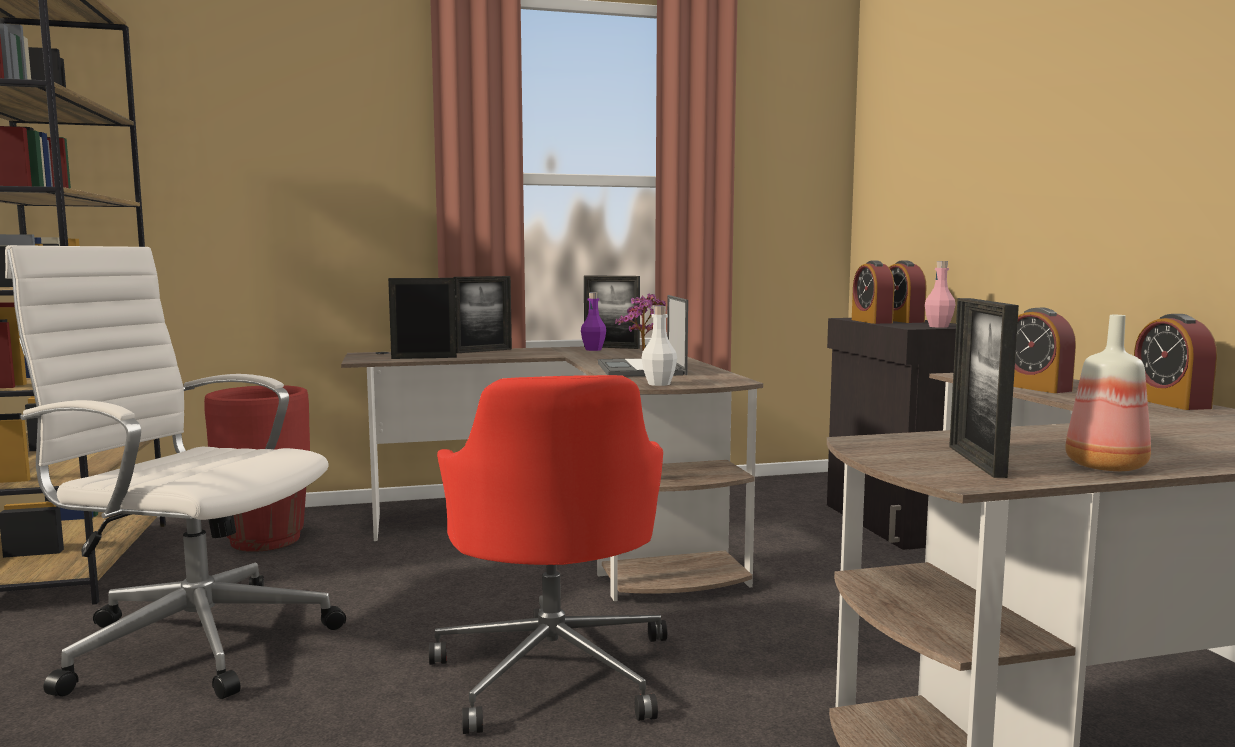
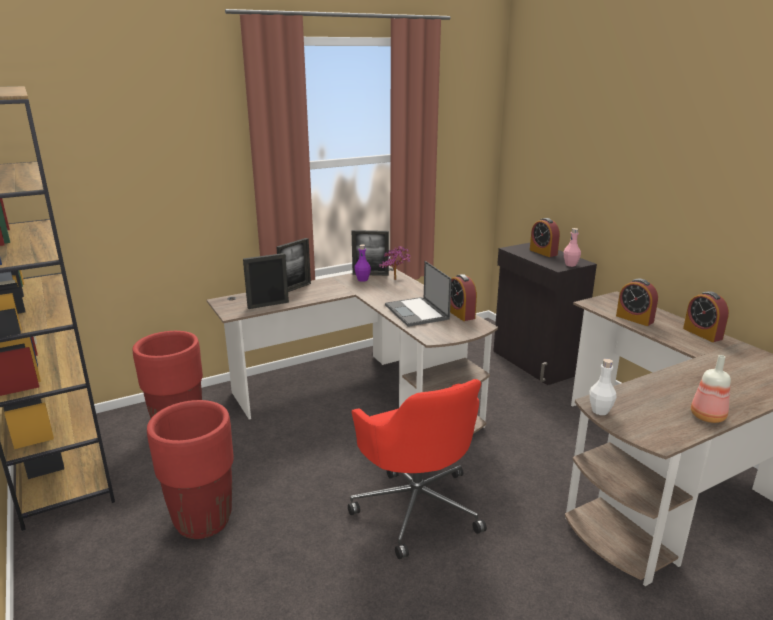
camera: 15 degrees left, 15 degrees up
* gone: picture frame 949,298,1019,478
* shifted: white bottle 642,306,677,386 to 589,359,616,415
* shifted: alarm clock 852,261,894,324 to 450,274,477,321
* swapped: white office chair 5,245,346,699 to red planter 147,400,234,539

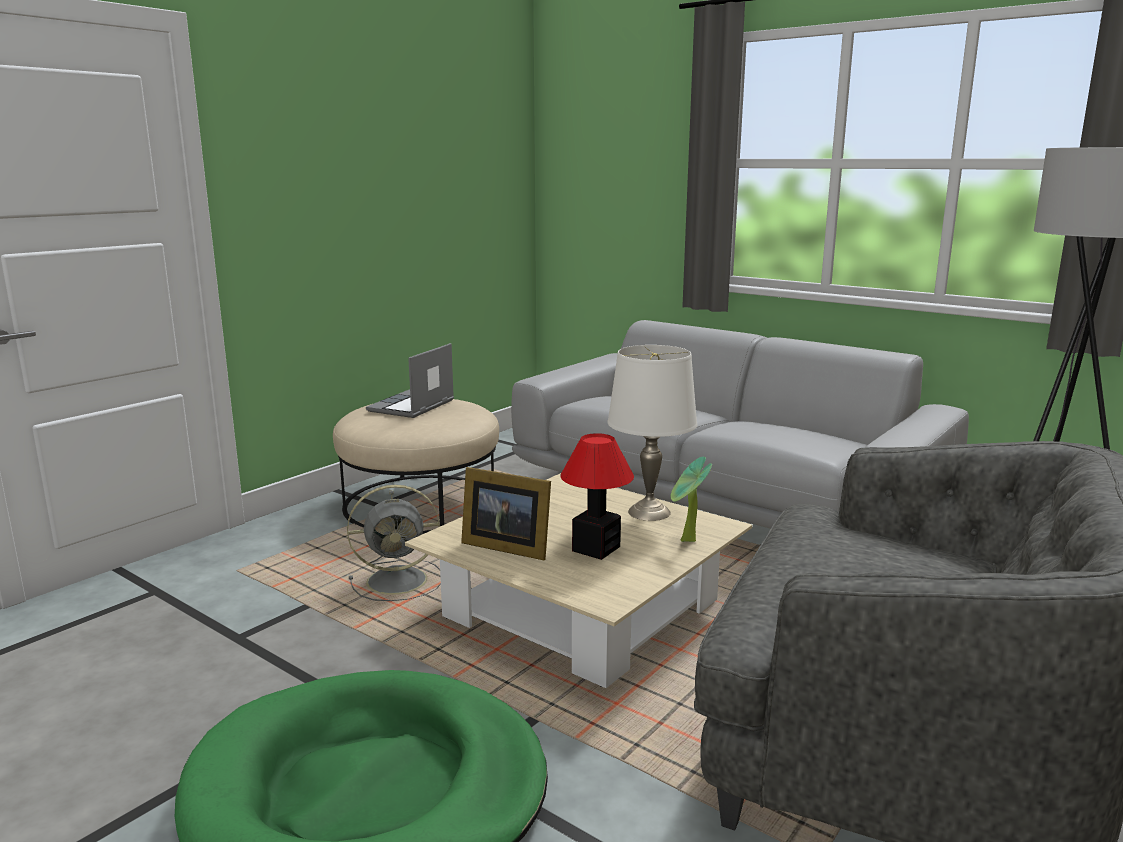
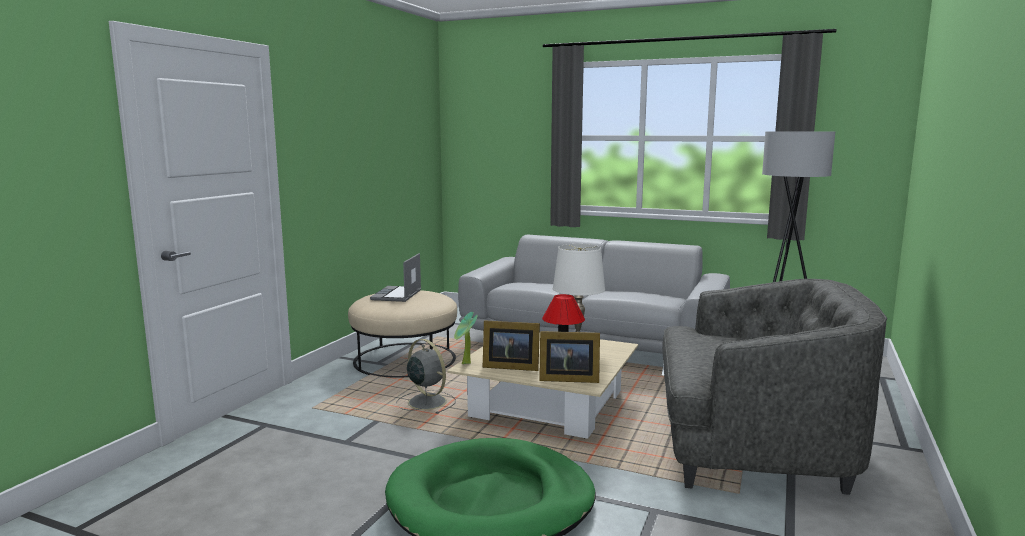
camera: 15 degrees left, 5 degrees down
* new: picture frame 539,331,600,383
* shifted: potted plant 670,457,712,542 to 454,312,478,364
* rotated: grey fan 347,485,441,601 = 396,339,456,414 105 degrees counterclockwise

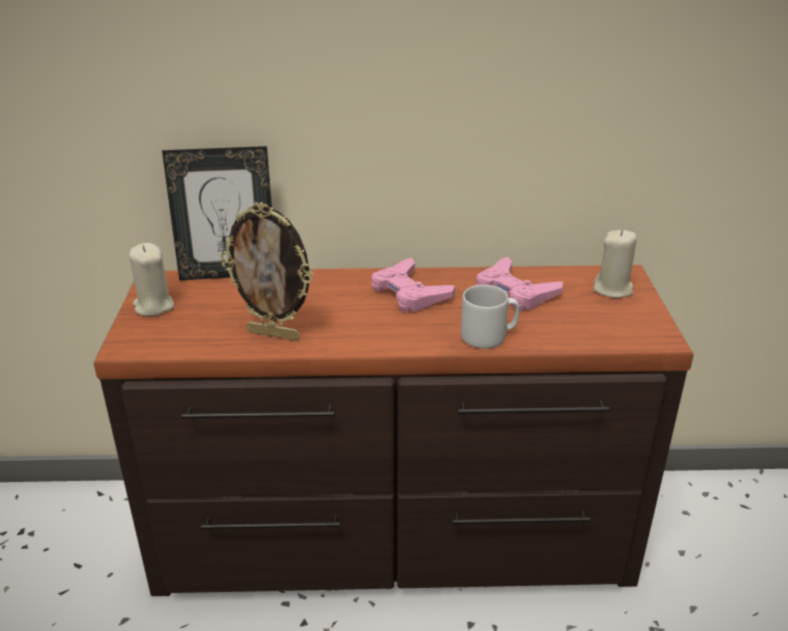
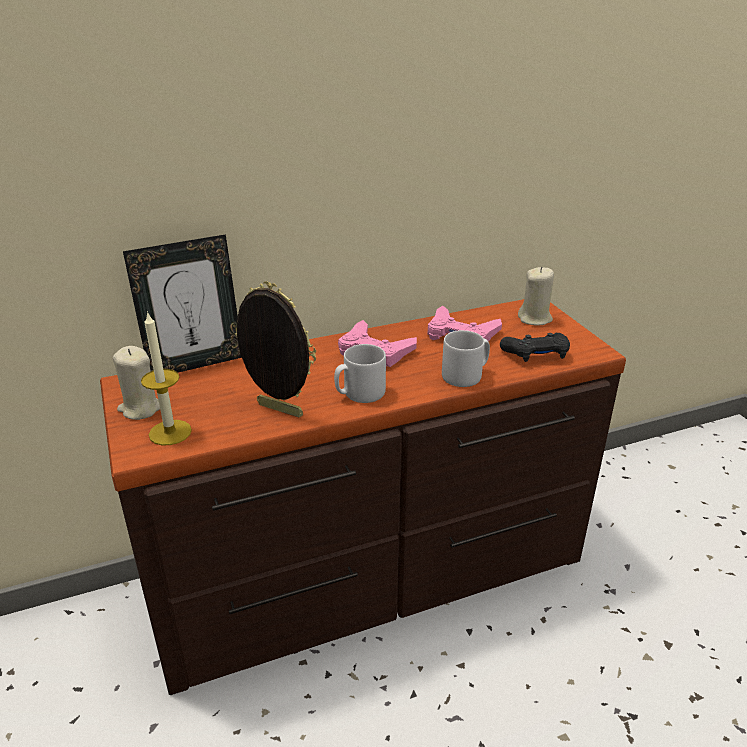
camera: 20 degrees left, 0 degrees up
* new: candle 141,311,192,445
* new: grey mug 334,344,386,403
* new: black game controller 500,333,570,362
* rotated: picture frame 221,202,314,341 = 235,281,316,417 150 degrees counterclockwise

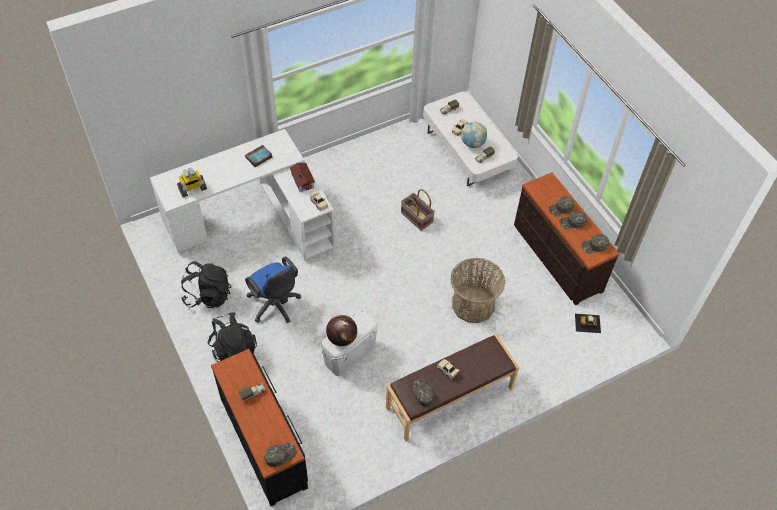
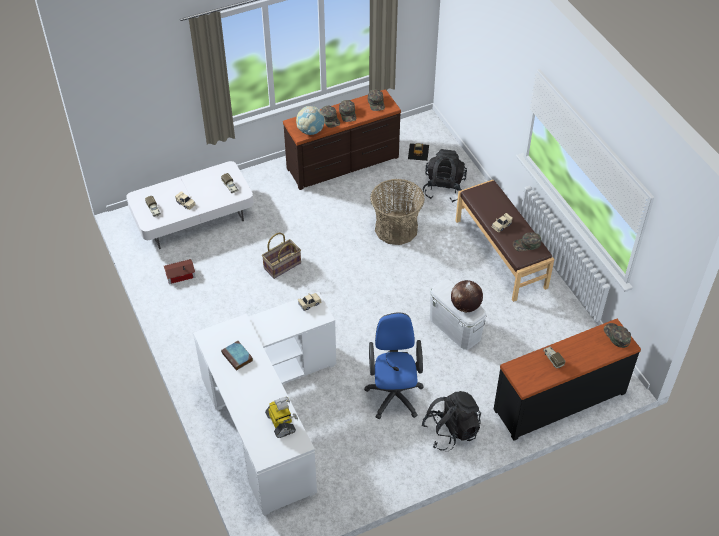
camera: 85 degrees left, 5 degrees down
* shifted: black backpack 181,261,231,308 to 423,149,467,203
* shifted: toy house 289,163,315,192 to 164,259,196,284
* shifted: globe 461,121,487,148 to 296,106,325,135
* rotated: blue office chair 245,257,301,323 = 364,312,424,419 60 degrees counterclockwise

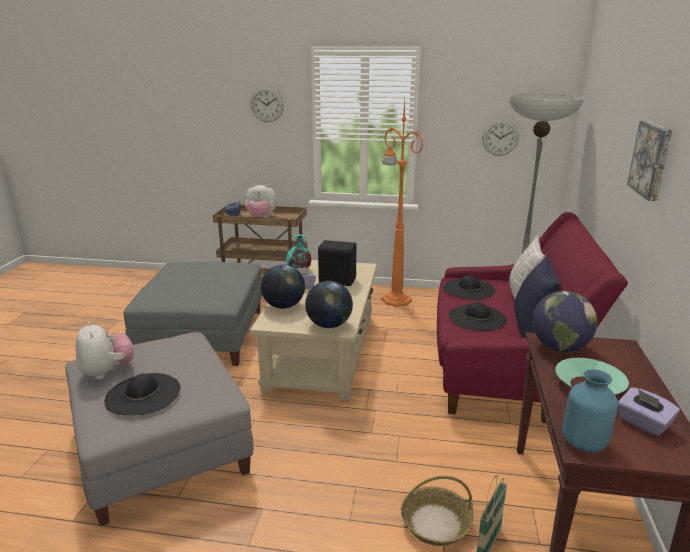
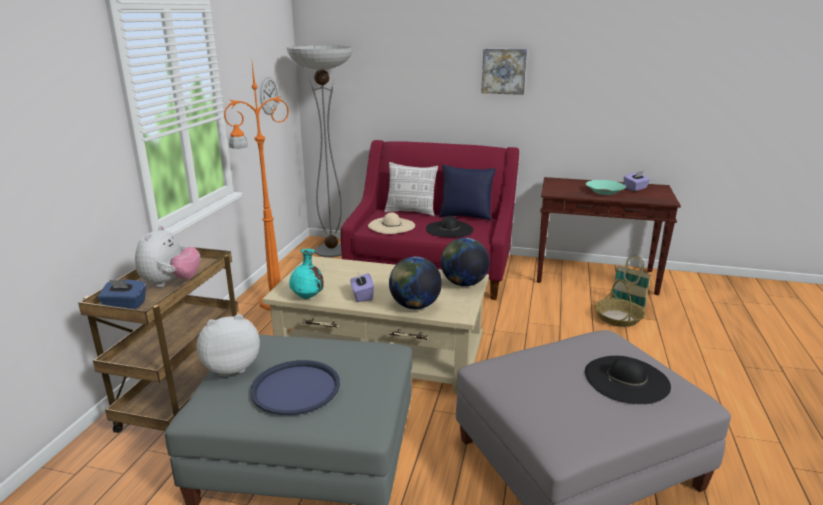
camera: 85 degrees left, 0 degrees up
* gone: wall clock 251,87,284,122
* gone: black speaker 318,240,356,286
* gone: globe 532,291,597,352
* gone: blue vase 562,369,618,452
* new: blue tray 250,360,340,415
* shifted: plush toy 76,321,134,379 to 197,314,260,377
* repainted: black hat 443,275,495,300 to beige hat 368,212,415,234

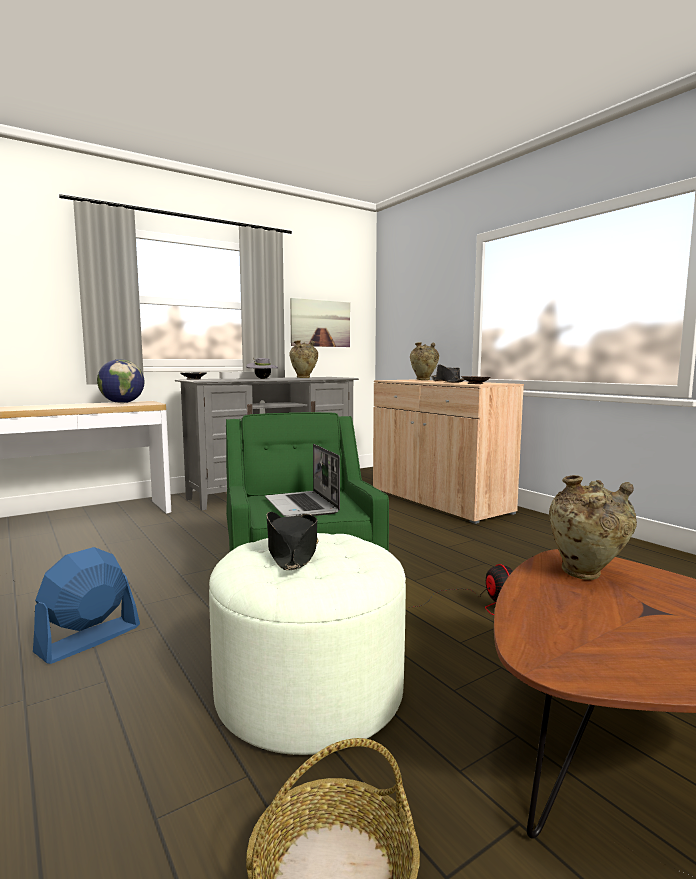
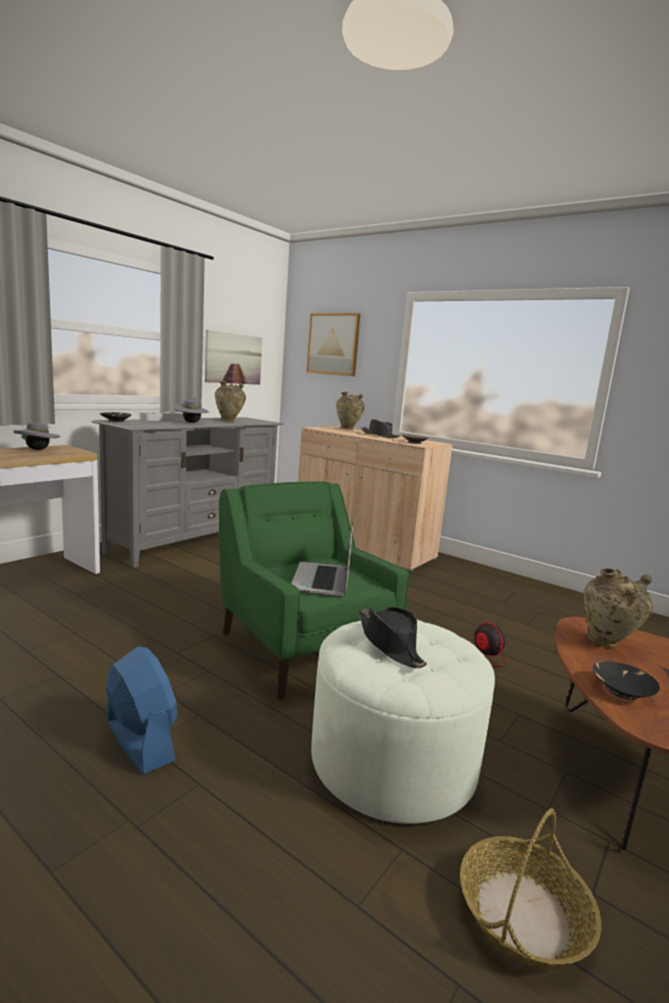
camera: 20 degrees left, 5 degrees up
* new: picture 306,313,360,376
* new: black bowl 592,661,660,700
* swapped: globe 97,359,144,403 to grey hat 14,423,61,450
* rotated: blue fan 33,547,140,664 = 106,647,177,775 120 degrees clockwise
* rotated: laptop 265,444,340,517 = 291,522,353,597 45 degrees clockwise

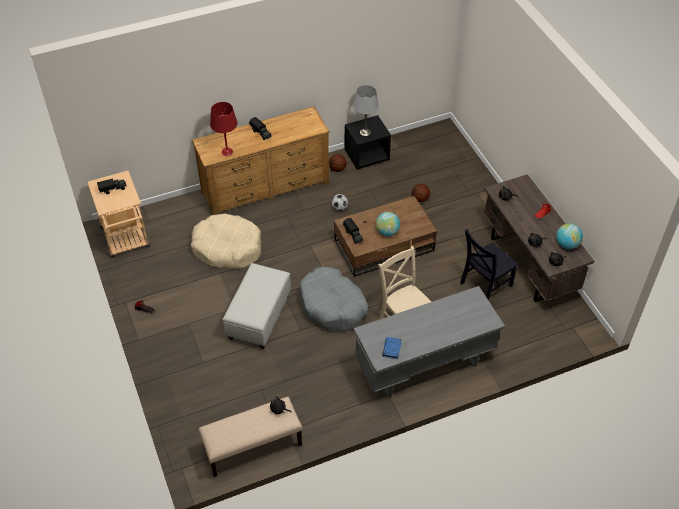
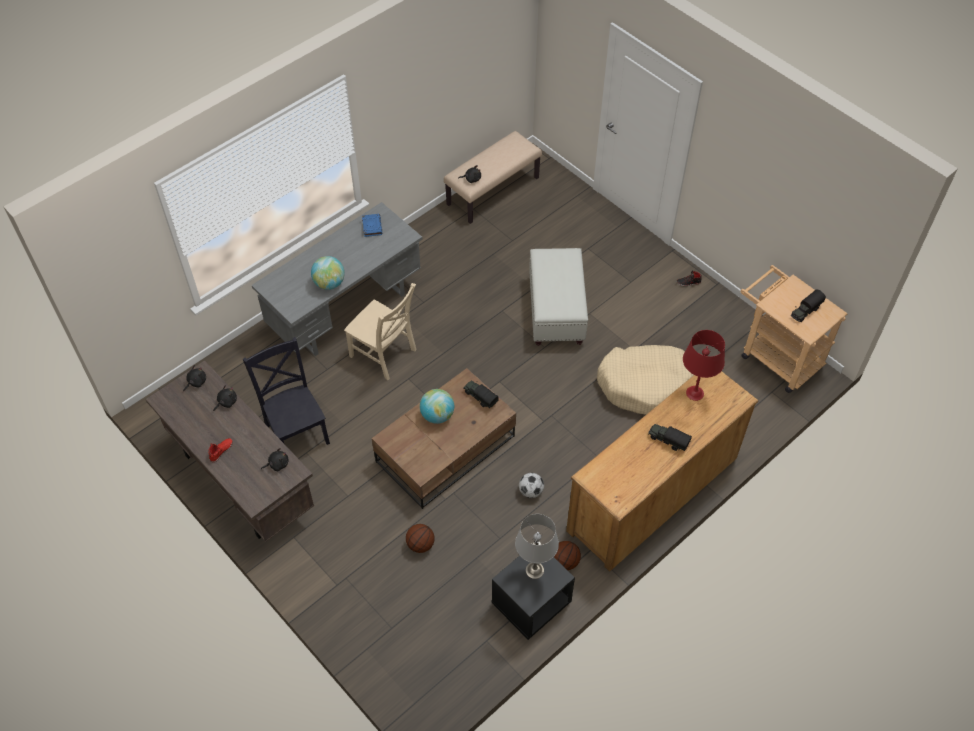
camera: 160 degrees right, 5 degrees up
* gone: grey dog bed 299,267,368,331
* shifted: globe 556,223,583,249 to 311,256,345,290
* rotated: black chair 460,229,518,300 = 243,337,330,445 60 degrees counterclockwise

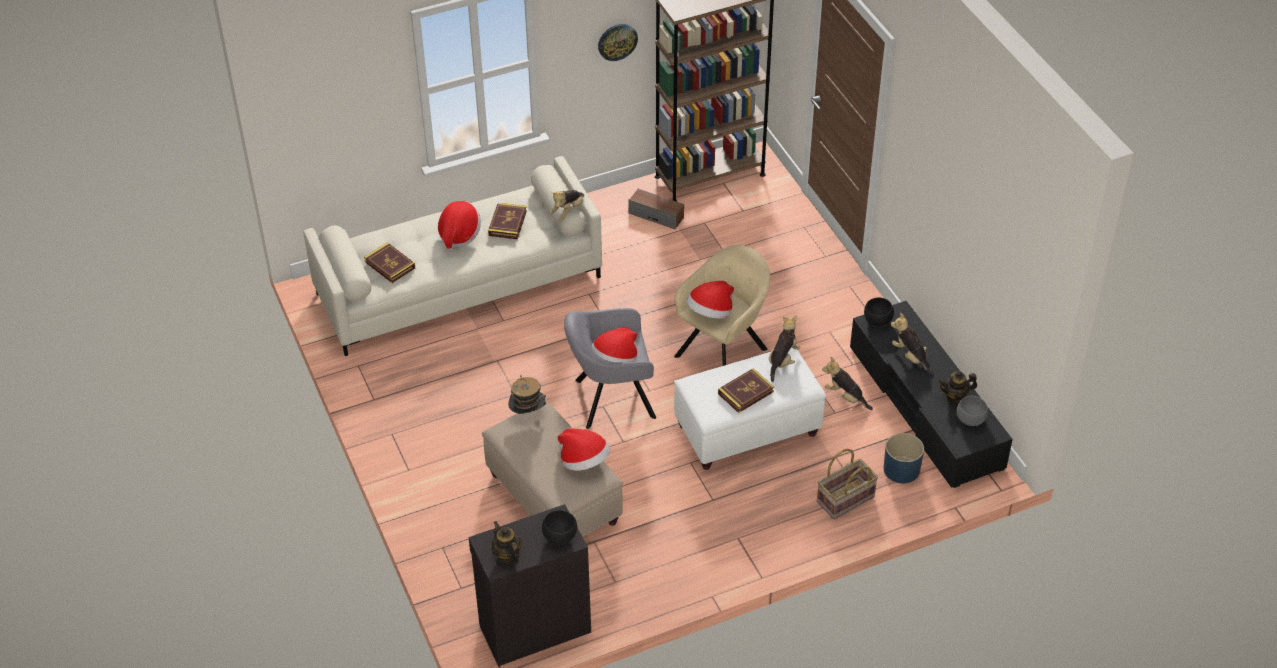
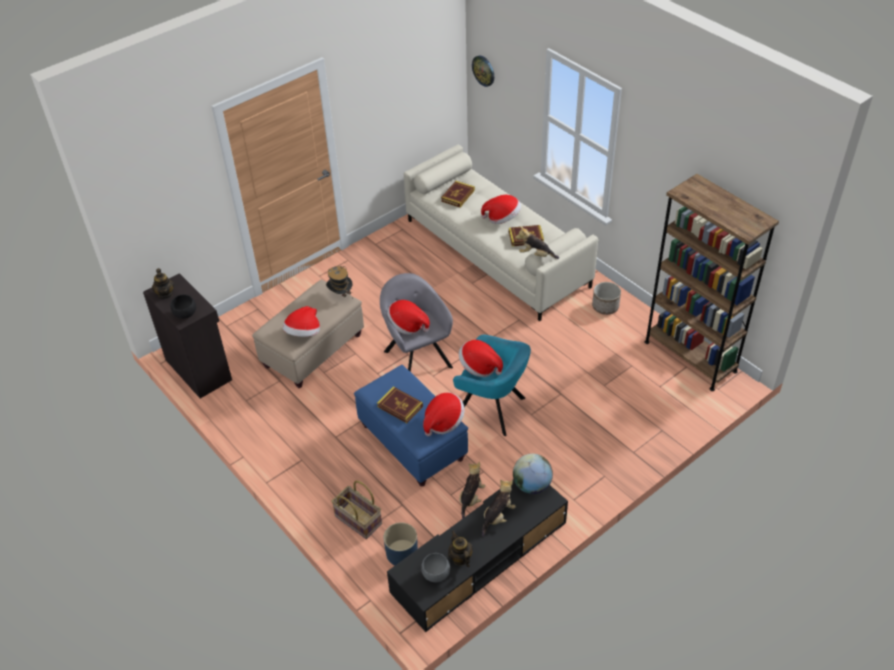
camera: 75 degrees right, 0 degrees up
* gone: speaker 628,189,684,229
* new: planter 592,282,621,315
* shifted: wall clock 598,24,638,61 to 472,55,494,87
* swapped: plush toy 769,315,800,382 to hat 423,393,464,436
* swapped: black bowl 864,297,894,327 to globe 513,454,553,494
* repainted: beige armchair 674,245,770,366 to turquoise armchair 453,335,531,436
* repainted: white ottoman 674,347,826,470 to blue ottoman 354,365,468,486
* rotated: teapot 491,521,521,564 = 152,268,174,299 120 degrees clockwise

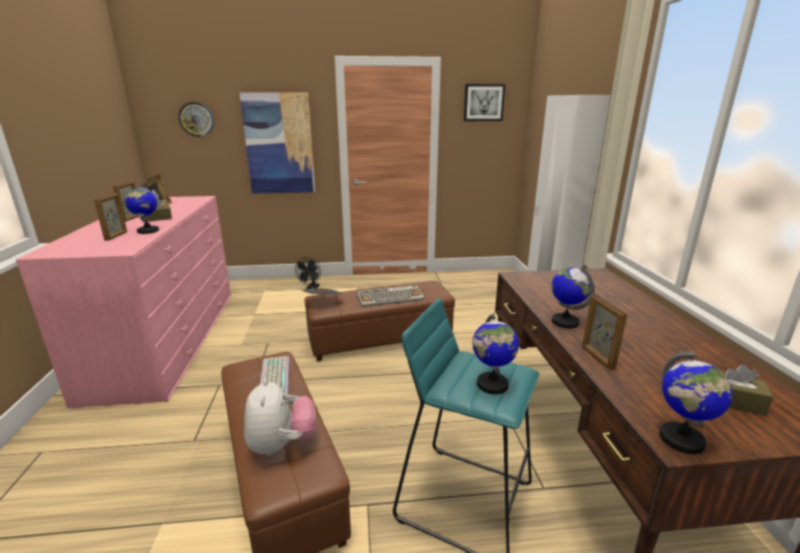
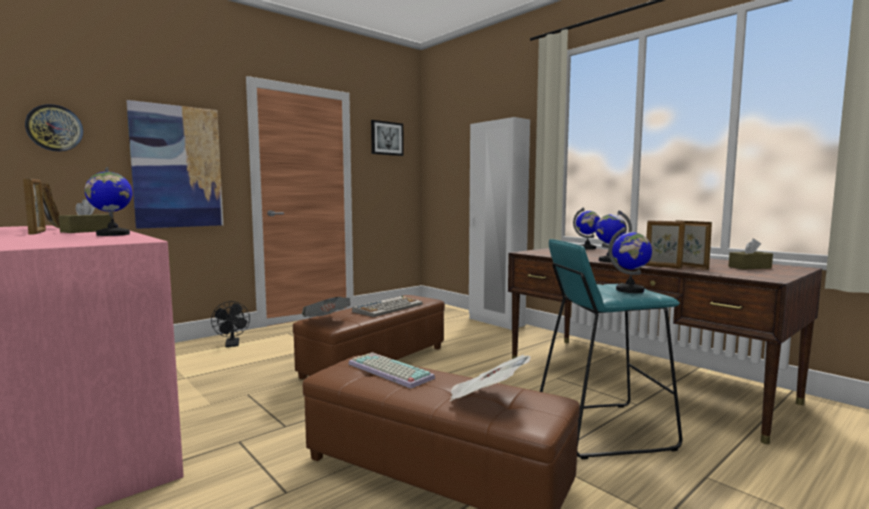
camera: 35 degrees left, 15 degrees down
* shifted: picture frame 94,193,127,241 to 677,220,712,270
* shifted: globe 659,351,732,454 to 573,207,600,249
* swapped: plush toy 244,378,316,456 to newspaper 450,355,531,401

